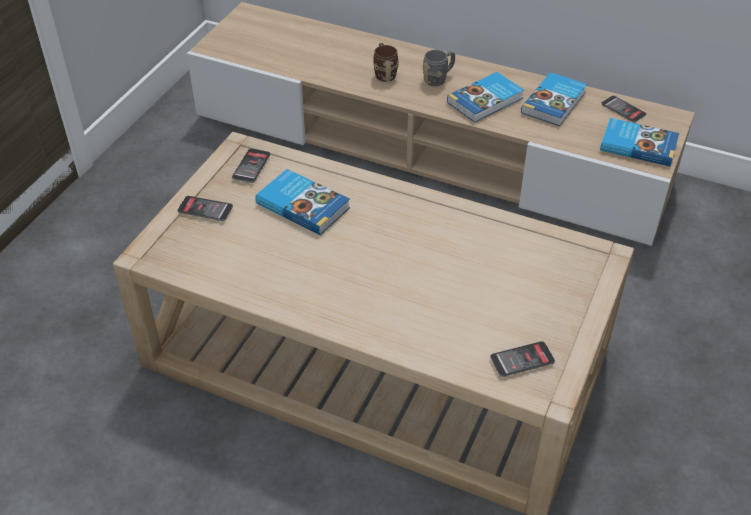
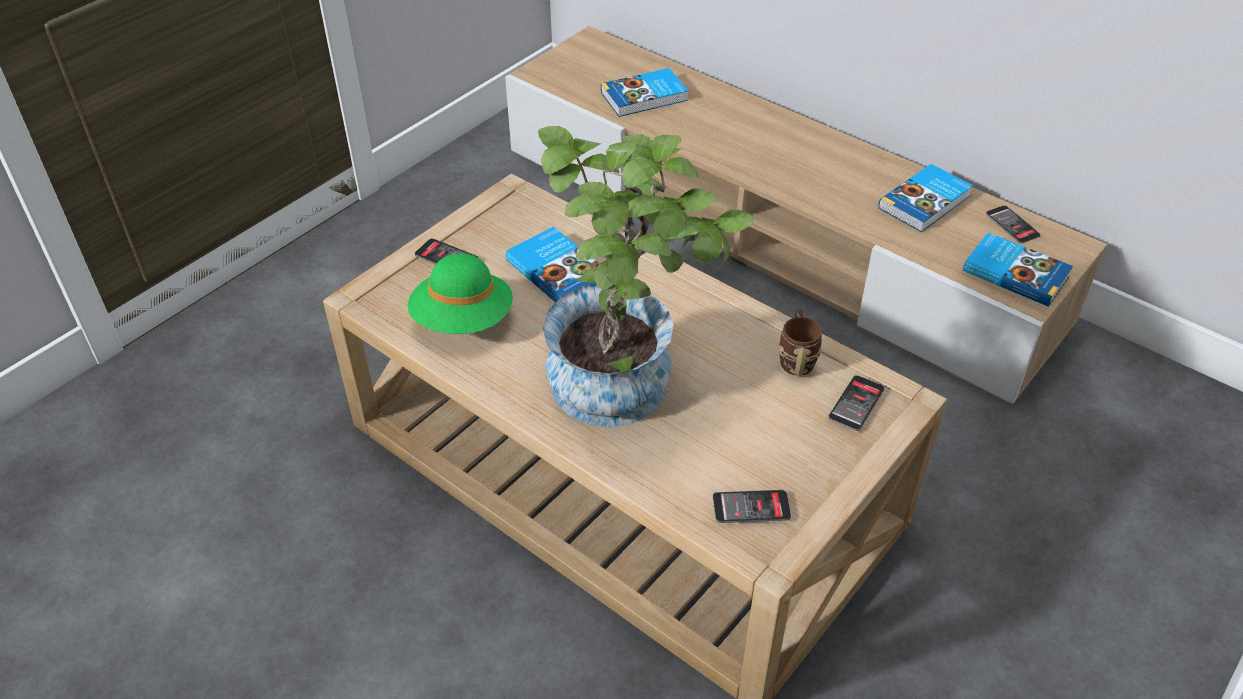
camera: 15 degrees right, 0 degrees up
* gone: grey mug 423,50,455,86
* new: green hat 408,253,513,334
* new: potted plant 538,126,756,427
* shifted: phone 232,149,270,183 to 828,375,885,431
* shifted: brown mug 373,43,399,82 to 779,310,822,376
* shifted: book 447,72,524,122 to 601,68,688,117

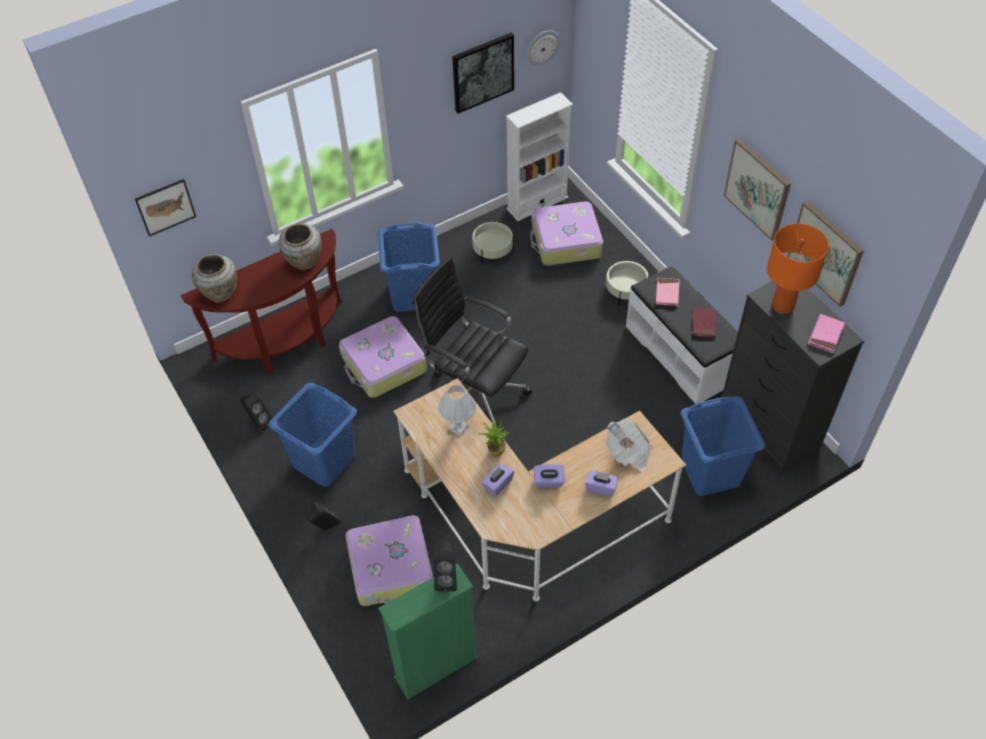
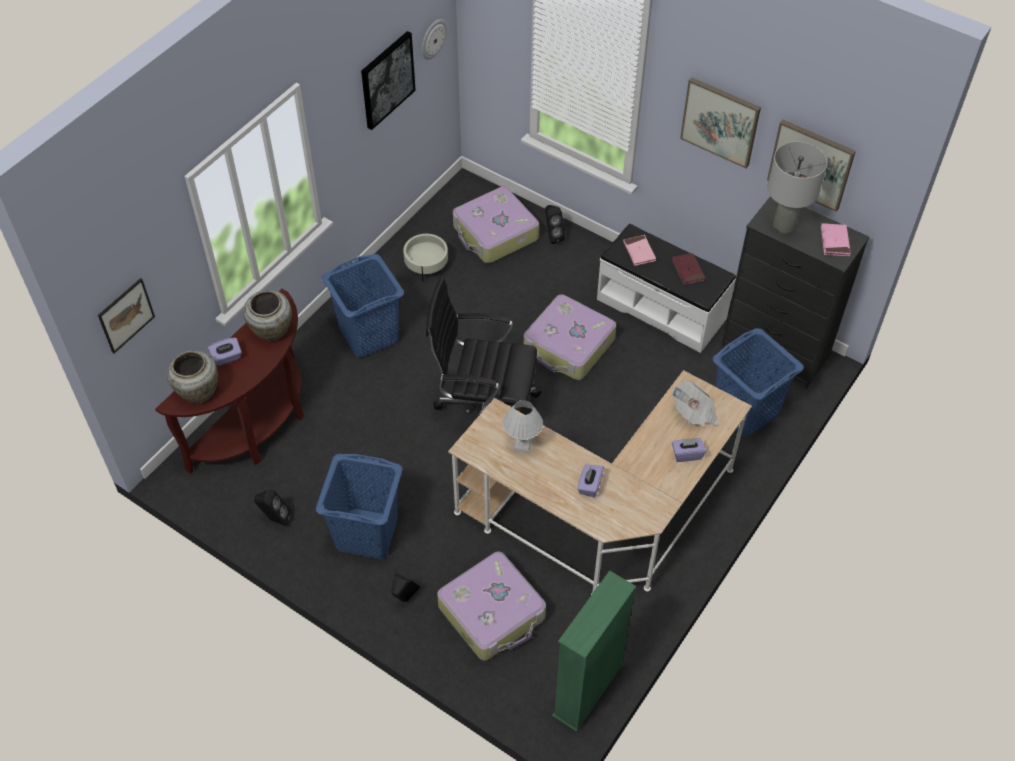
camera: 25 degrees left, 0 degrees up
* gone: potted plant 478,420,509,457
* gone: white bookcase 506,92,573,221
* gone: beige planter 606,261,650,305
* shifted: suitcase 339,316,427,398 to 524,294,616,380
* shifted: black speaker 434,541,457,593 to 545,205,565,244
* shifted: purple tissue box 534,464,565,488 to 208,337,242,366
* repainted: orange table lamp 767,223,829,314 to grey table lamp 767,142,827,234

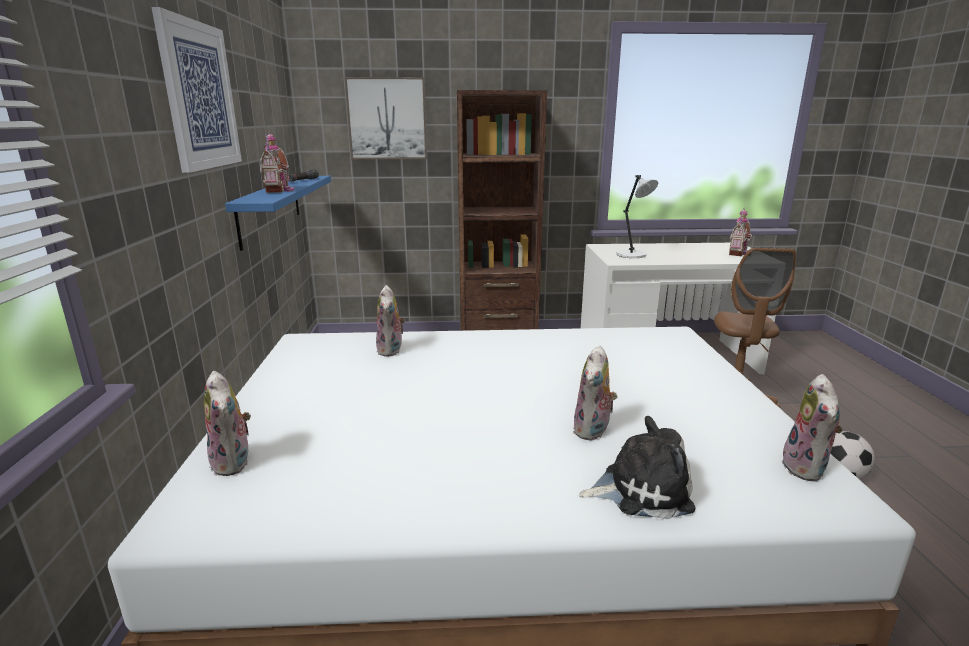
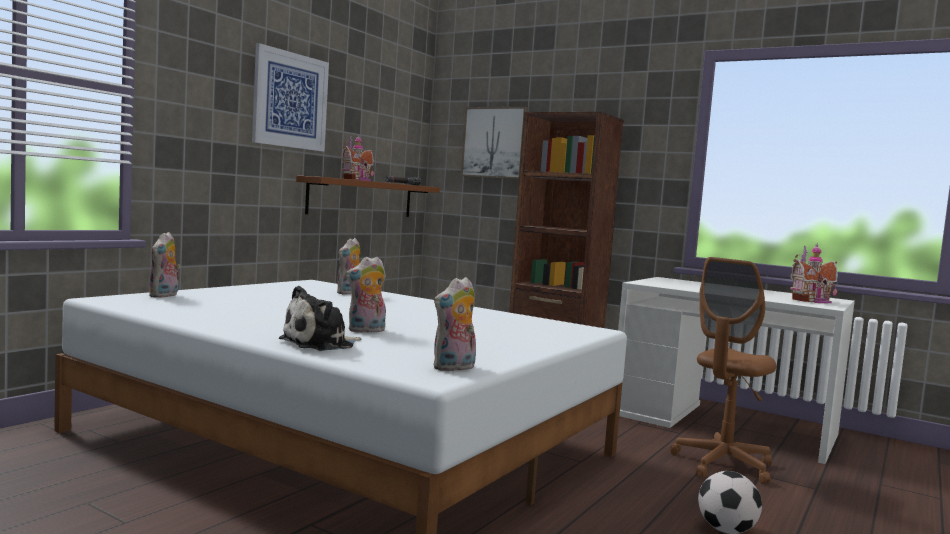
camera: 35 degrees right, 15 degrees down
* gone: grey table lamp 616,175,658,258
* repainted: blue shelf 225,176,331,251 to brown shelf 296,175,440,217
* rotated: plush toy 579,416,696,519 = 279,286,361,351 105 degrees clockwise

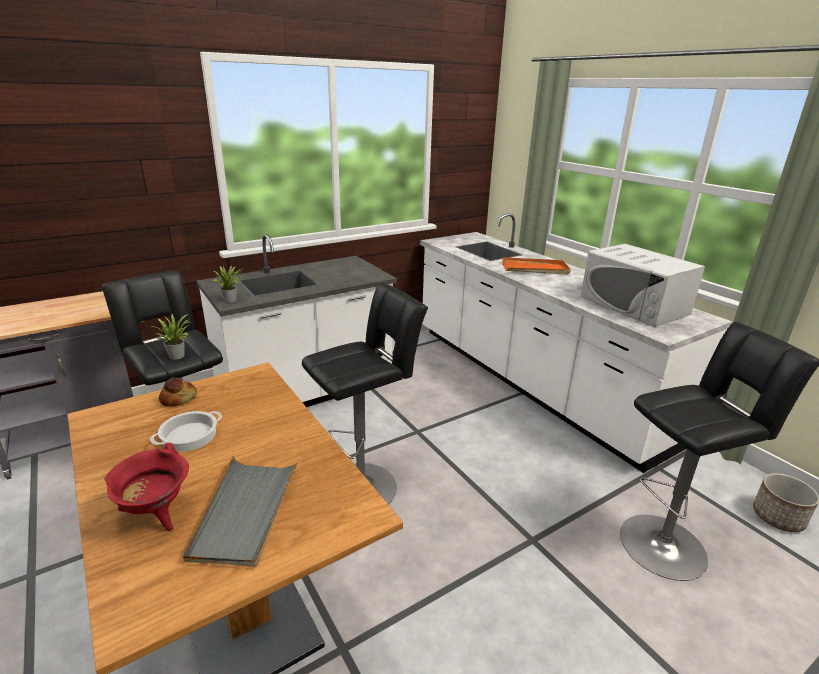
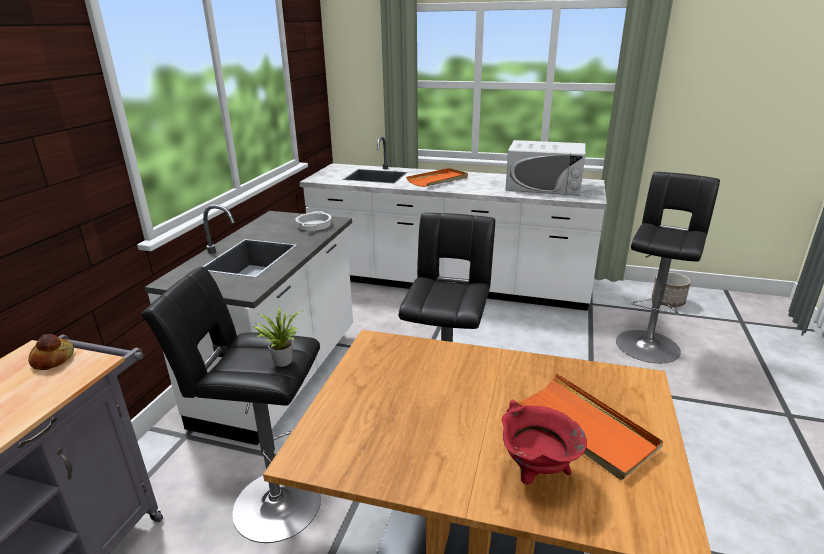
camera: 40 degrees left, 0 degrees up
* gone: potted plant 212,265,243,303
* shifted: cooking pot 150,411,222,452 to 295,211,332,231
* shifted: bread 159,377,197,407 to 28,334,74,370
* repainted: grey tray 183,456,299,567 to orange tray 512,373,664,480

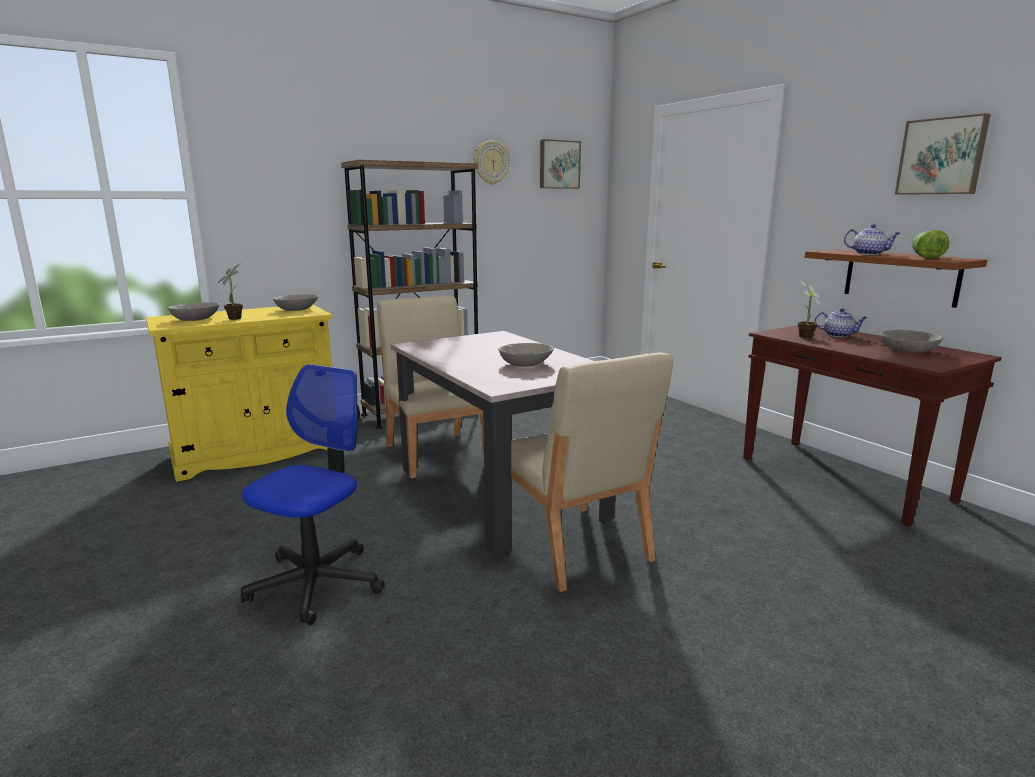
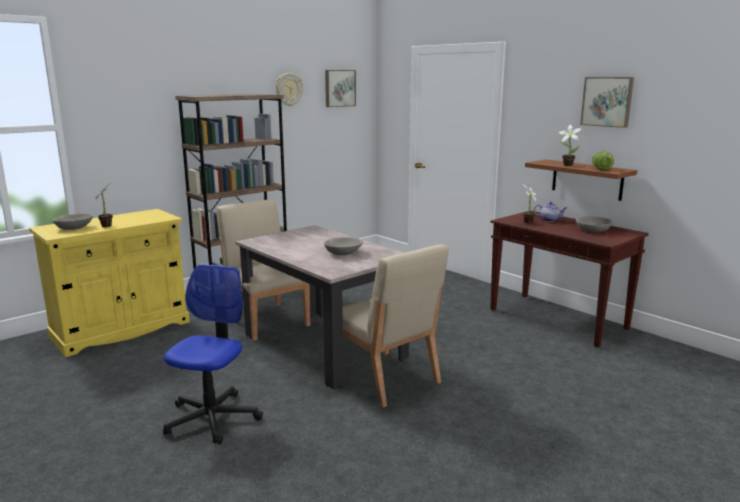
camera: 10 degrees left, 0 degrees up
* gone: grey bowl 273,294,318,311
* swapped: teapot 844,224,900,255 to potted plant 559,125,582,166

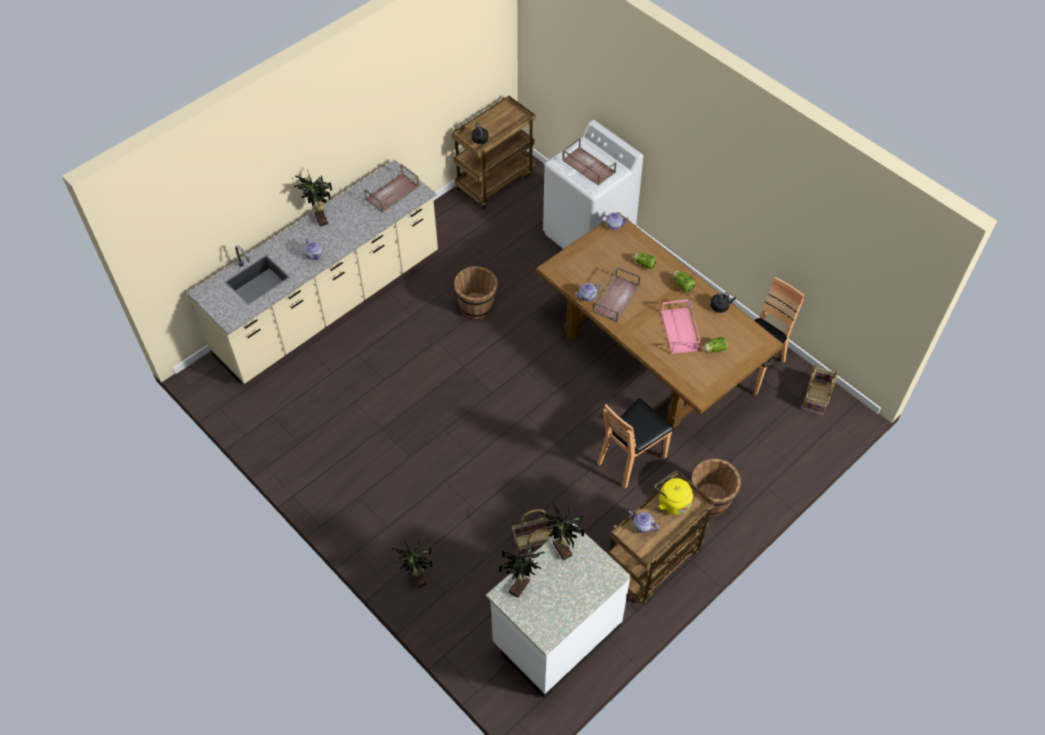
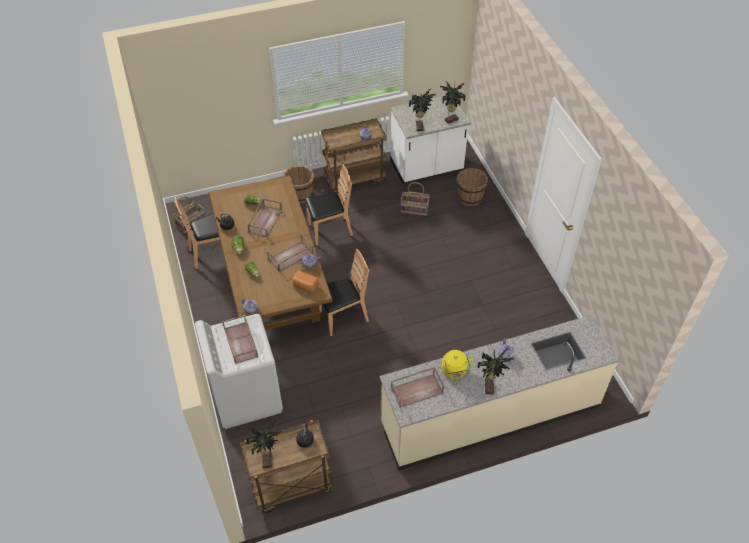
camera: 155 degrees left, 5 degrees down
* new: bread 292,270,319,292
* new: brown chair 319,249,369,336
* shifted: potted plant 392,536,433,588 to 246,420,281,468
* shifted: brown bucket 454,266,498,319 to 457,168,488,206
* shifted: yellow kettle 655,471,693,515 to 442,350,473,379
* repainted: pink tray 661,299,701,354 to brown tray 248,198,282,237

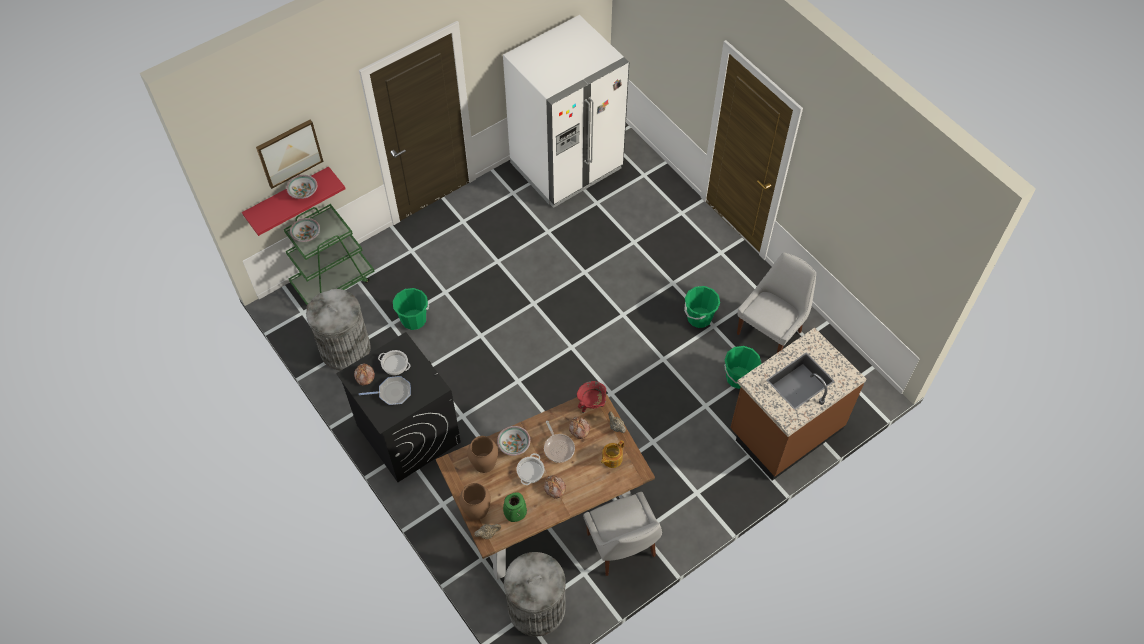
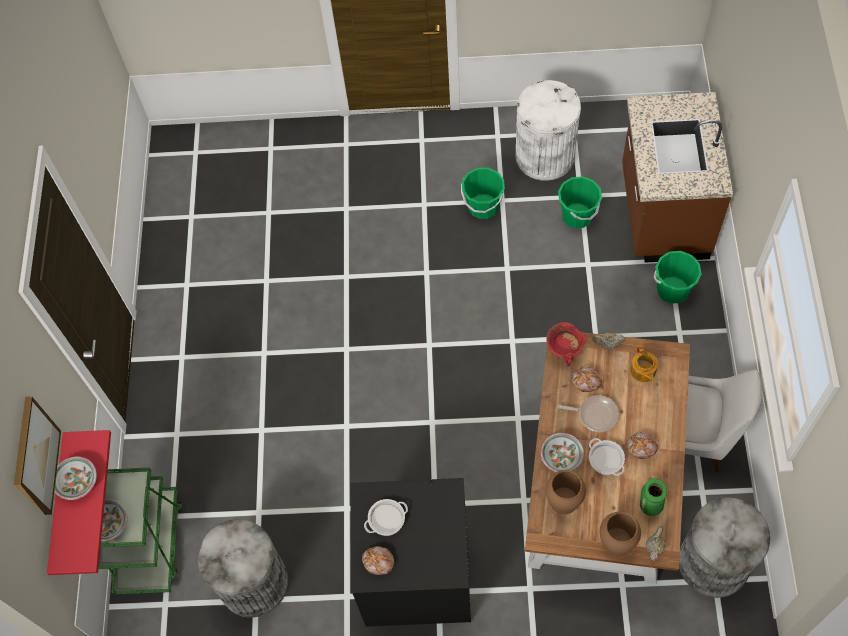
camera: 50 degrees left, 5 degrees up
* gone: frying pan 359,376,411,405
* gone: white fridge 503,15,629,208
* shifted: green bucket 393,288,429,330 to 654,251,702,304
* swapped: white chair 737,253,816,353 to white trash can 516,80,581,181

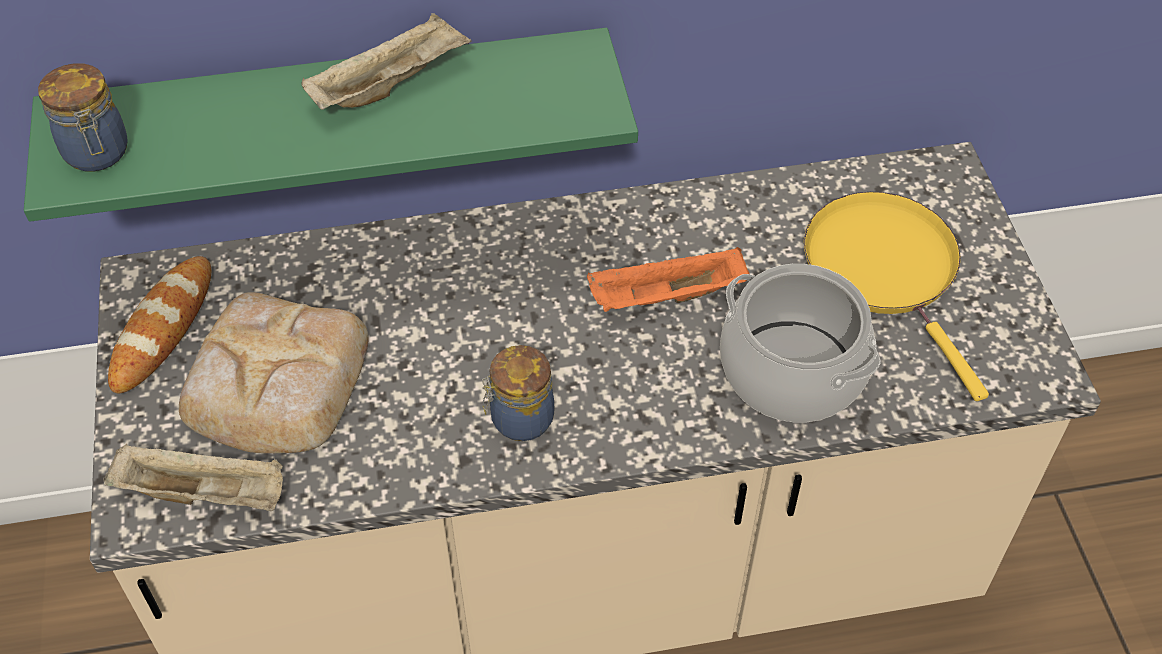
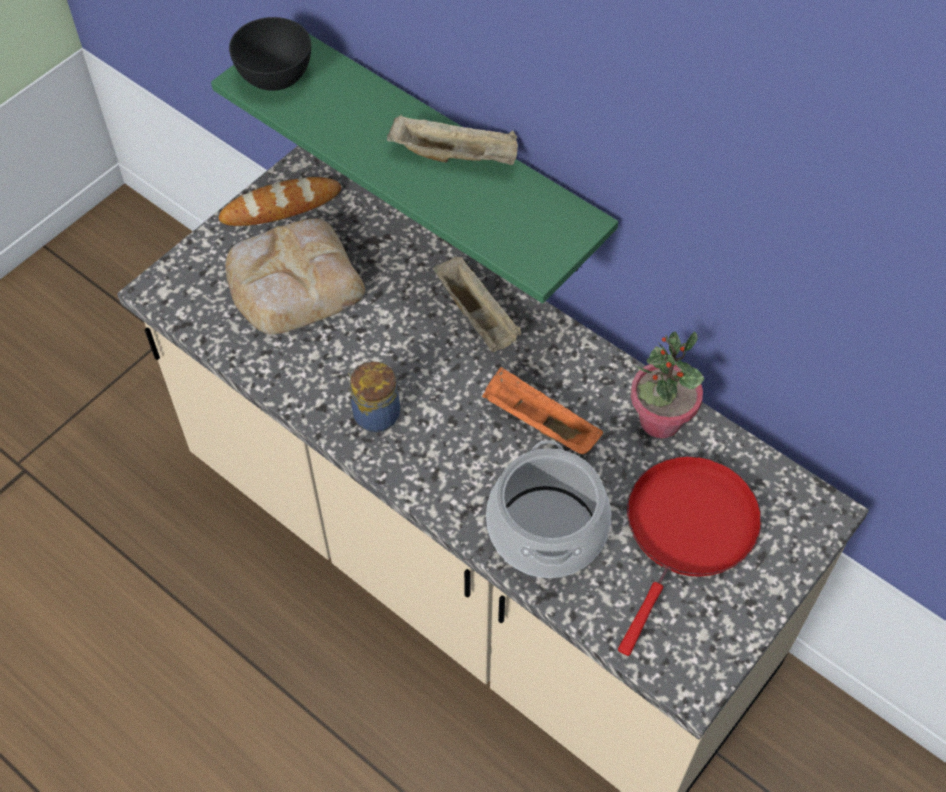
camera: 50 degrees right, 5 degrees up
* new: potted plant 630,331,704,438
* shifted: beige tray 104,443,283,511 to 433,256,521,352
* swapped: jar 38,63,128,172 to black bowl 229,17,311,91
* repainted: yellow frying pan 804,192,989,401 to red frying pan 618,456,762,656

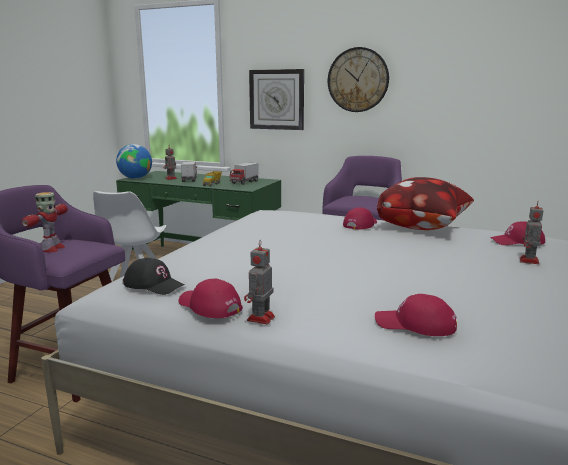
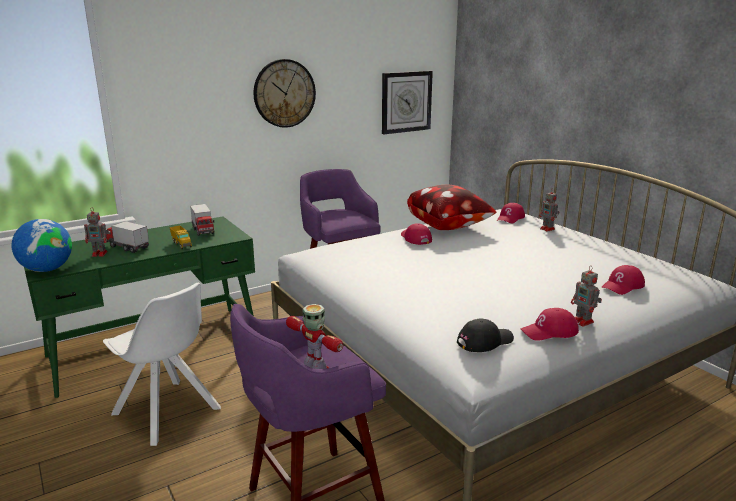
camera: 55 degrees left, 5 degrees up
* shifted: wall clock 249,69,304,130 to 382,71,433,134

